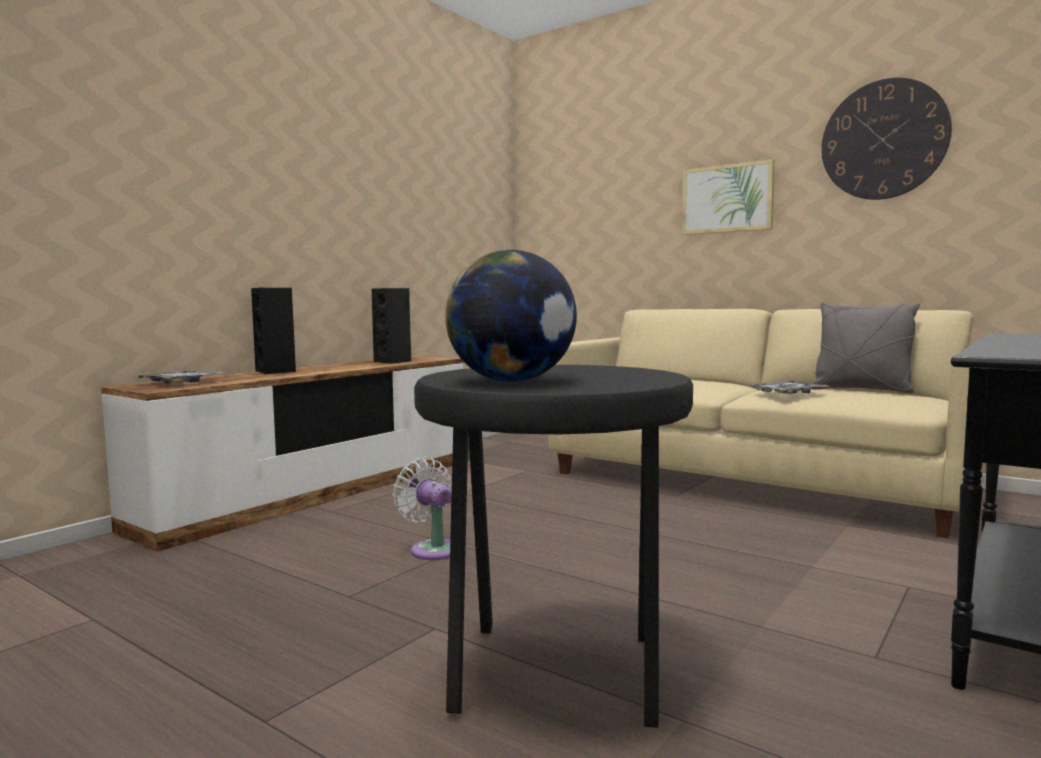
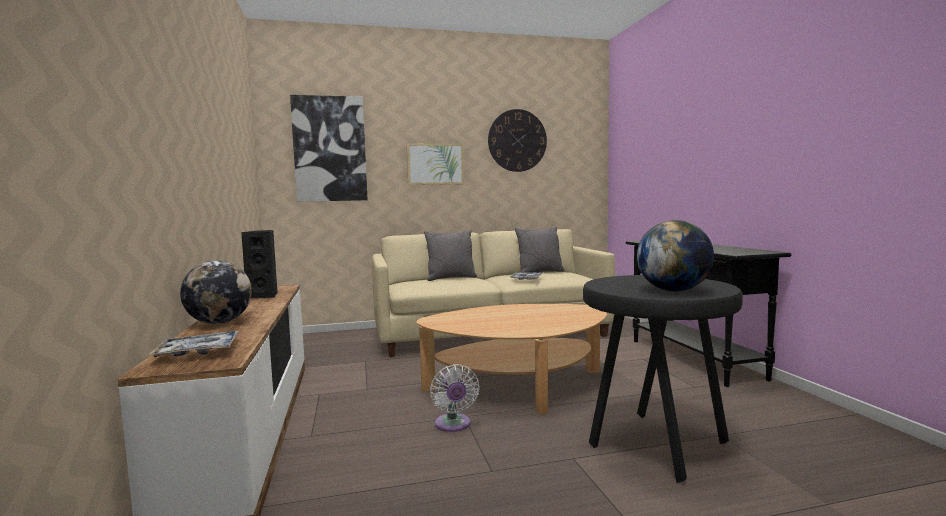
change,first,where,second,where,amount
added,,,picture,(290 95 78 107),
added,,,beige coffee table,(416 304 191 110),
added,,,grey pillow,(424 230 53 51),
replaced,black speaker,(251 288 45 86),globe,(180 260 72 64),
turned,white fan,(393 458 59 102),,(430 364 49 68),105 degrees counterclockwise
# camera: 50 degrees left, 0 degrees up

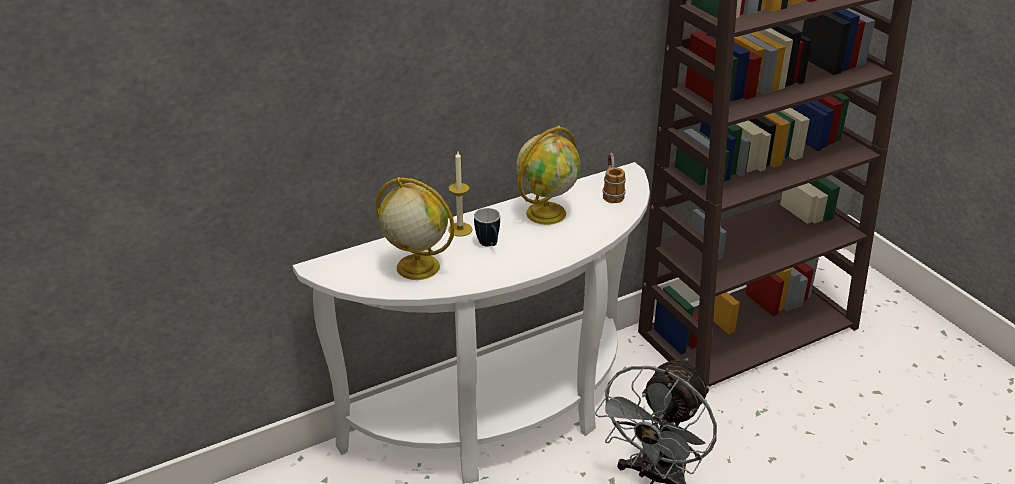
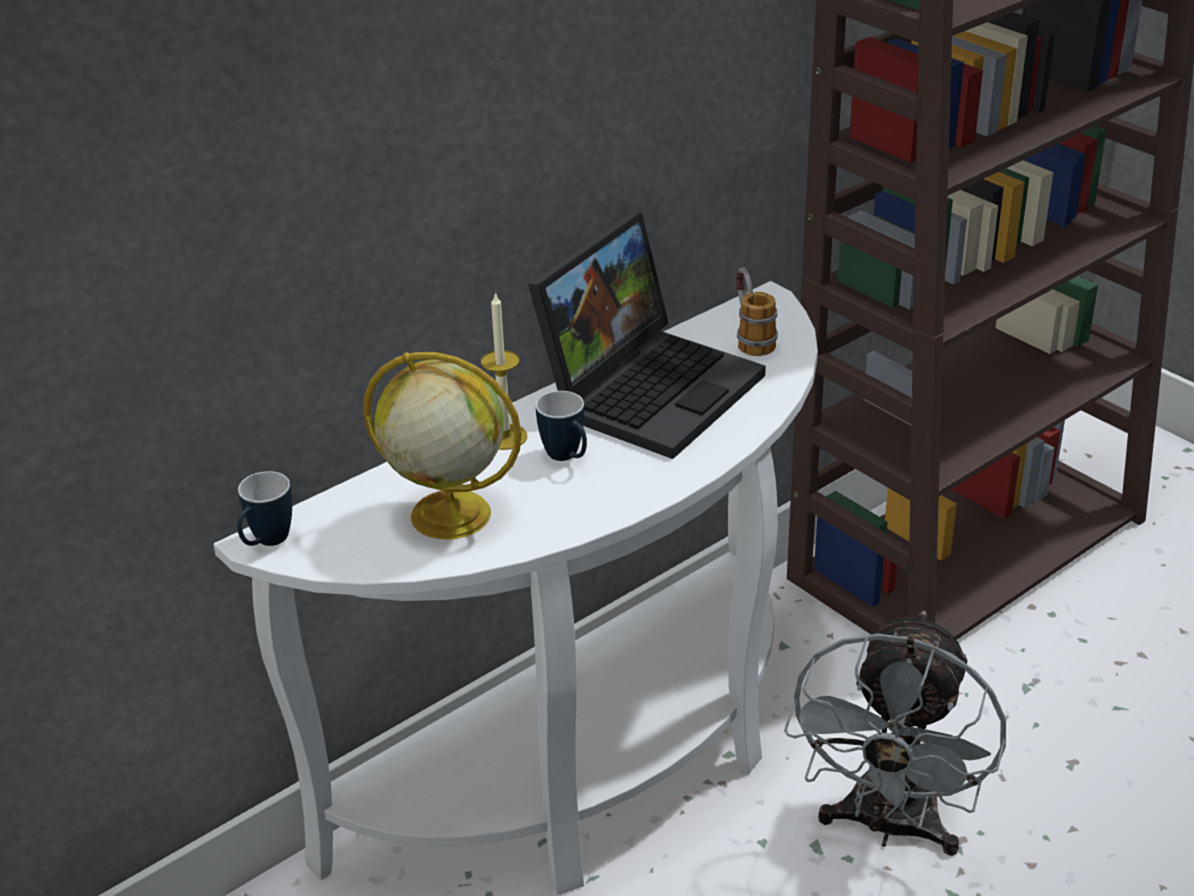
change,first,where,second,where,amount
added,,,mug,(237 471 55 75),
replaced,globe,(516 126 64 99),laptop,(528 213 238 246),
# camera: 10 degrees left, 0 degrees up

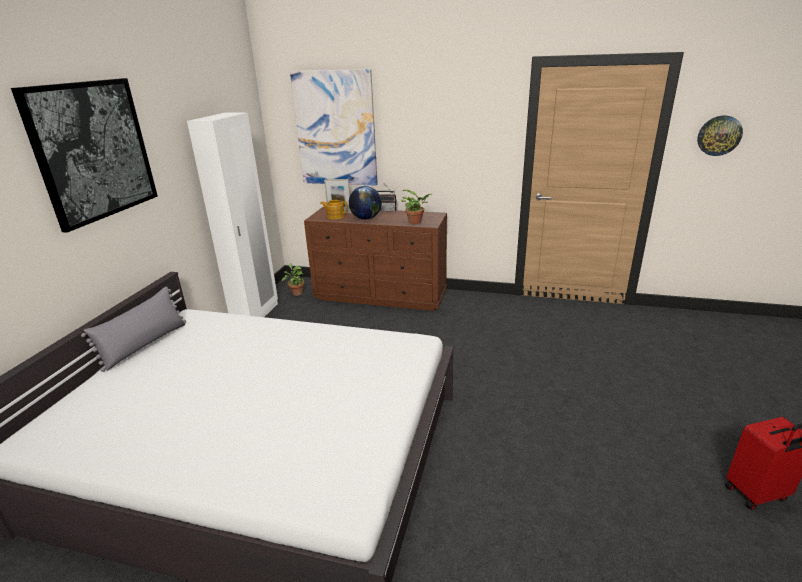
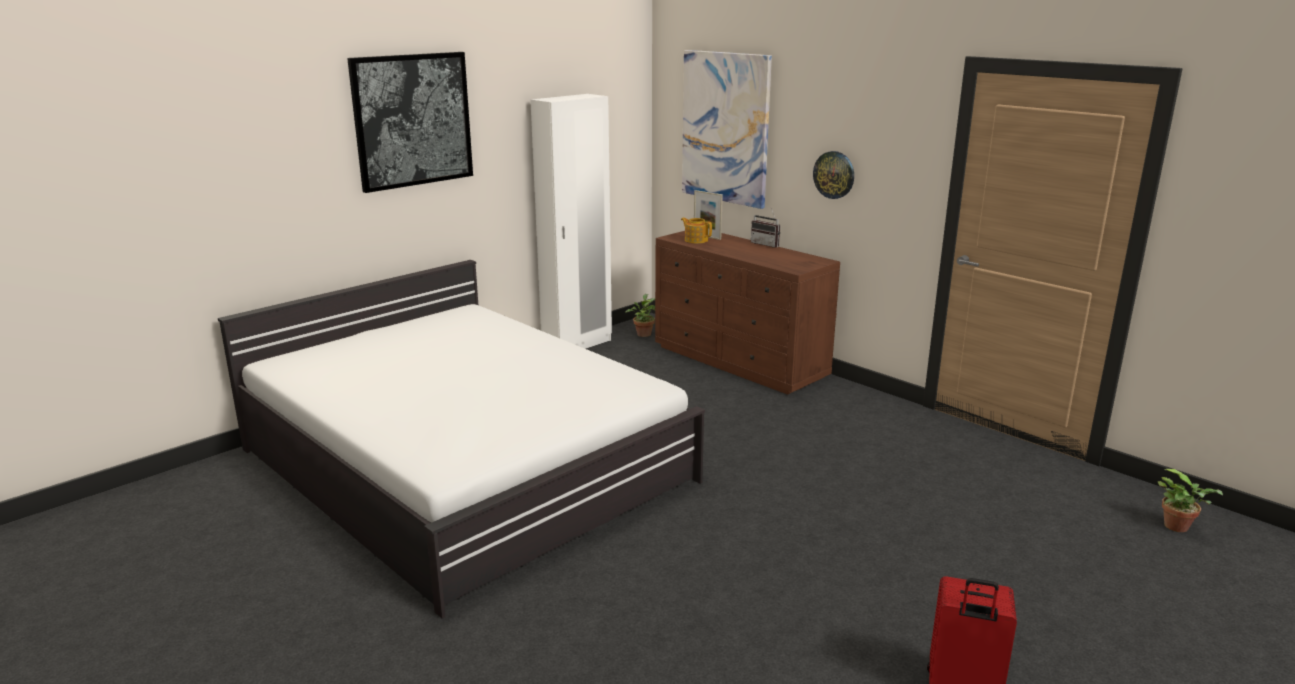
change,first,where,second,where,amount
removed,grey pillow,(81 287 105 85),,,
removed,globe,(349 186 33 33),,,
moved,potted plant,(401 190 31 35),,(1158 469 65 63),
moved,wall clock,(697 116 46 40),,(813 151 41 48),
# camera: 30 degrees right, 5 degrees down

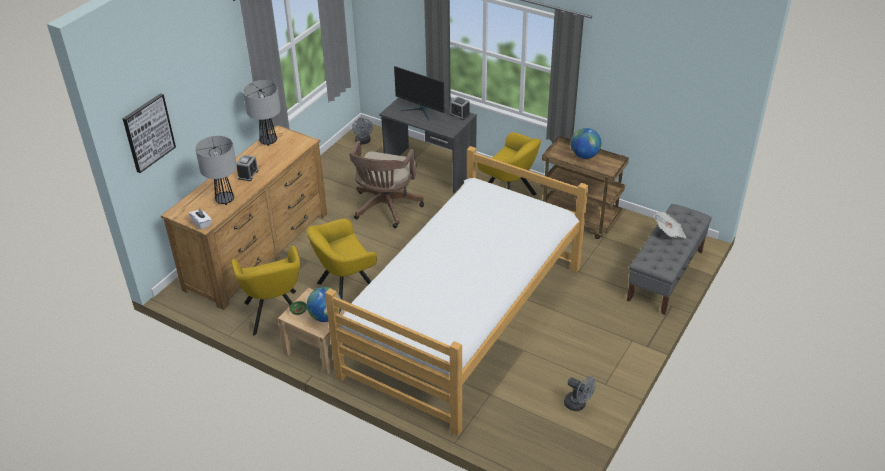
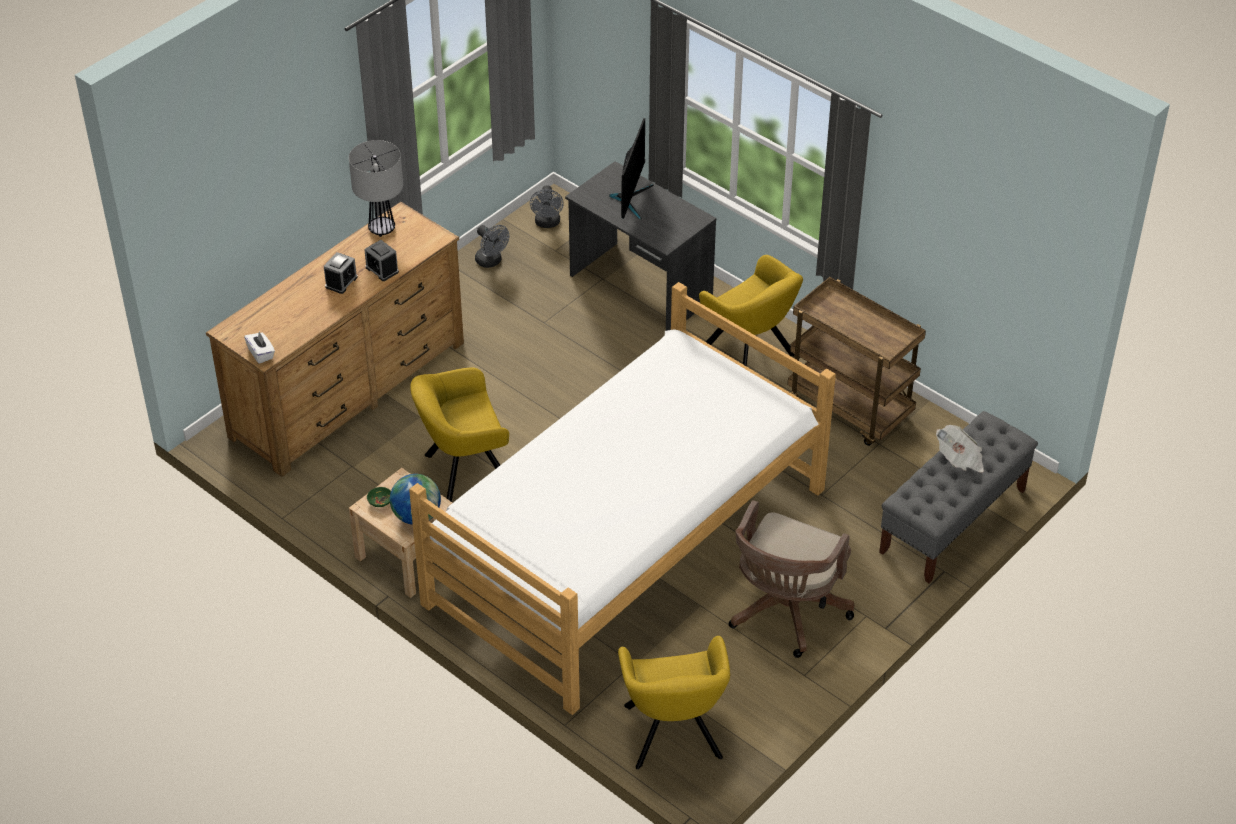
change,first,where,second,where,amount
removed,picture,(123 93 53 80),,,
removed,table lamp,(195 136 42 69),,,
removed,globe,(570 128 31 31),,,
moved,yellow armchair,(231 245 69 90),,(618 636 112 133),
moved,brown office chair,(349 141 75 87),,(729 500 125 158),
moved,alarm clock,(450 96 20 24),,(364 240 35 41),
moved,grey fan,(564 376 32 35),,(475 225 35 43),
turned,monitor,(394 66 50 55),,(609 118 45 101),120 degrees counterclockwise
# camera: 10 degrees right, 5 degrees up

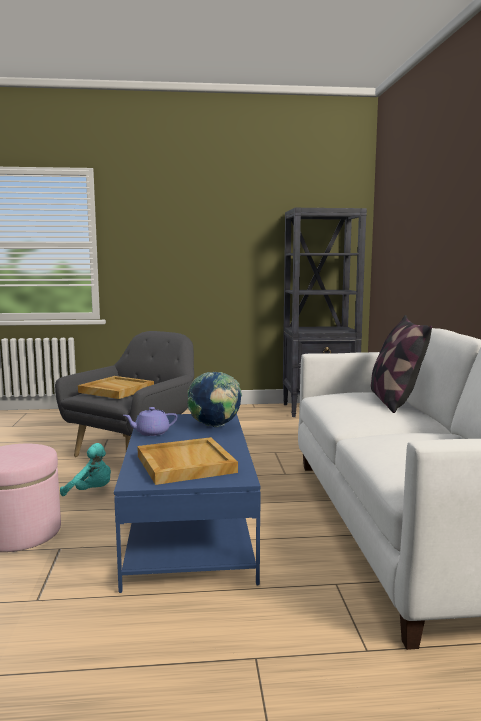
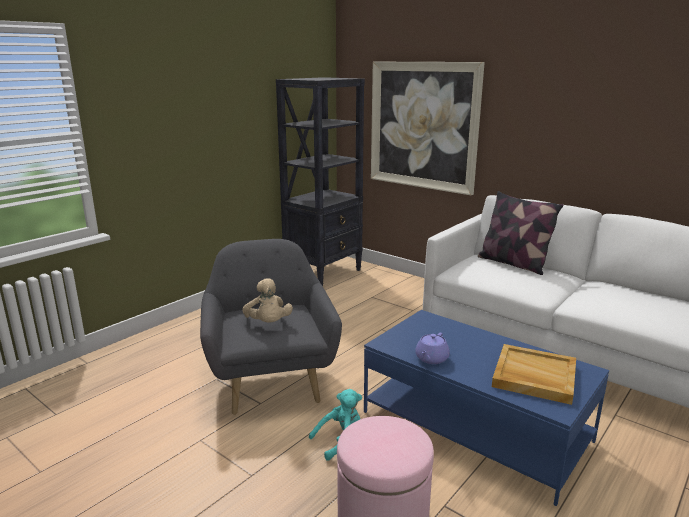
change,first,where,second,where,amount
removed,globe,(187 372 55 55),,,
added,,,picture,(371 62 114 133),
replaced,beige tray,(78 376 76 23),beige plush toy,(242 278 51 45),
# camera: 45 degrees left, 10 degrees up

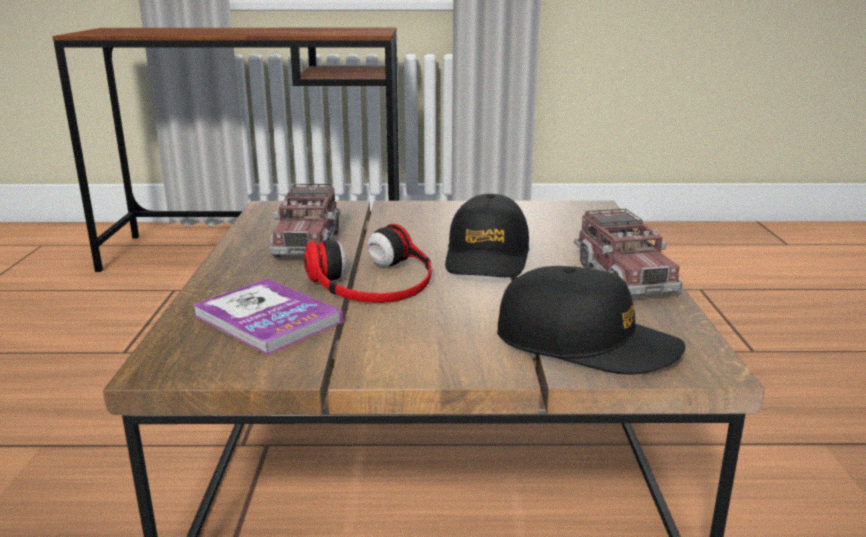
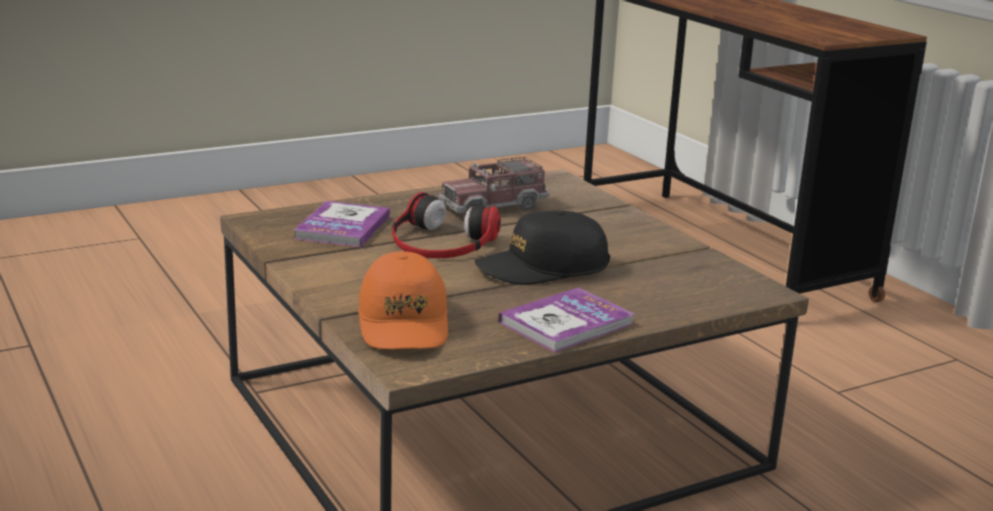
change,first,where,second,where,amount
replaced,toy truck,(574 209 108 86),book,(498 287 136 66),
recoloured,black cap,(497 266 188 108),orange cap,(358 251 90 98),
# camera: 60 degrees right, 0 degrees up

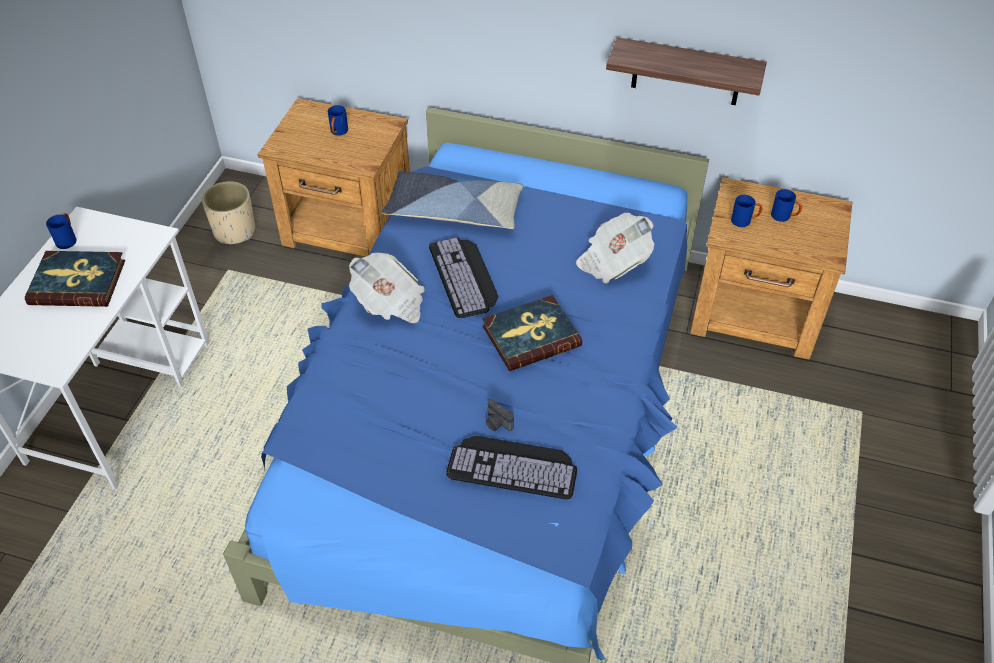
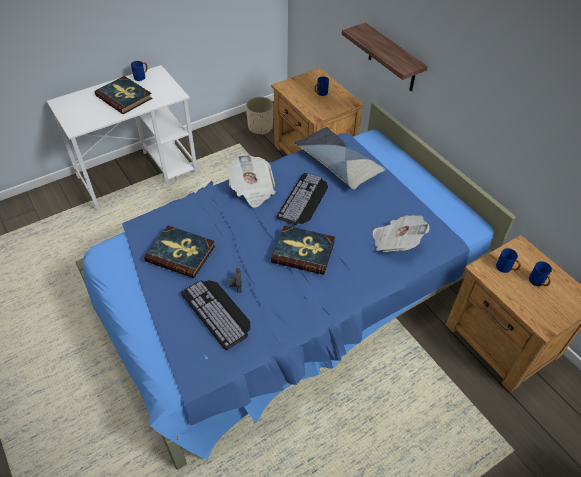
change,first,where,second,where,amount
added,,,book,(144 226 71 52),
moved,shelf,(606 37 161 68),,(342 23 86 68),
# camera: 40 degrees right, 0 degrees up

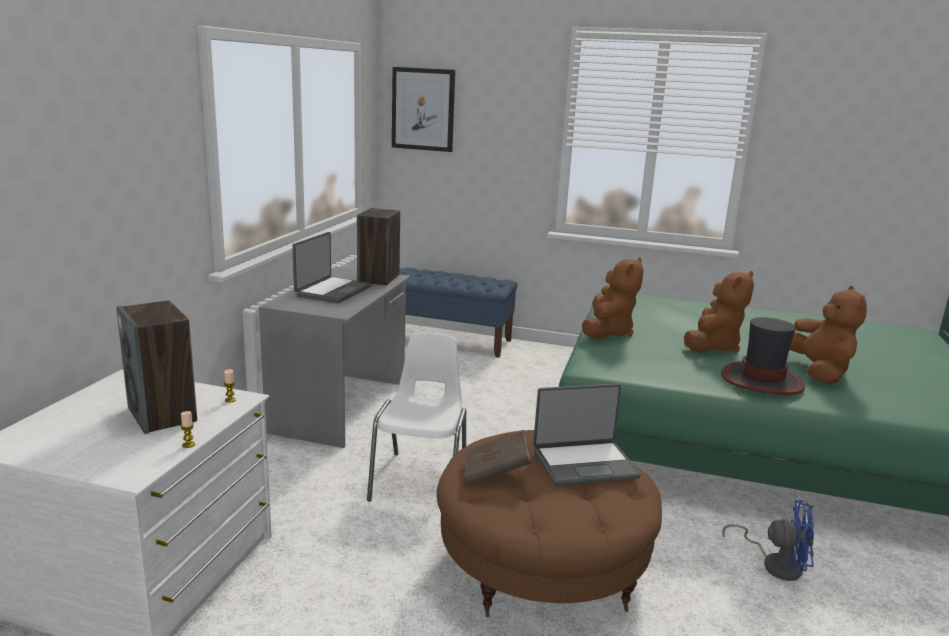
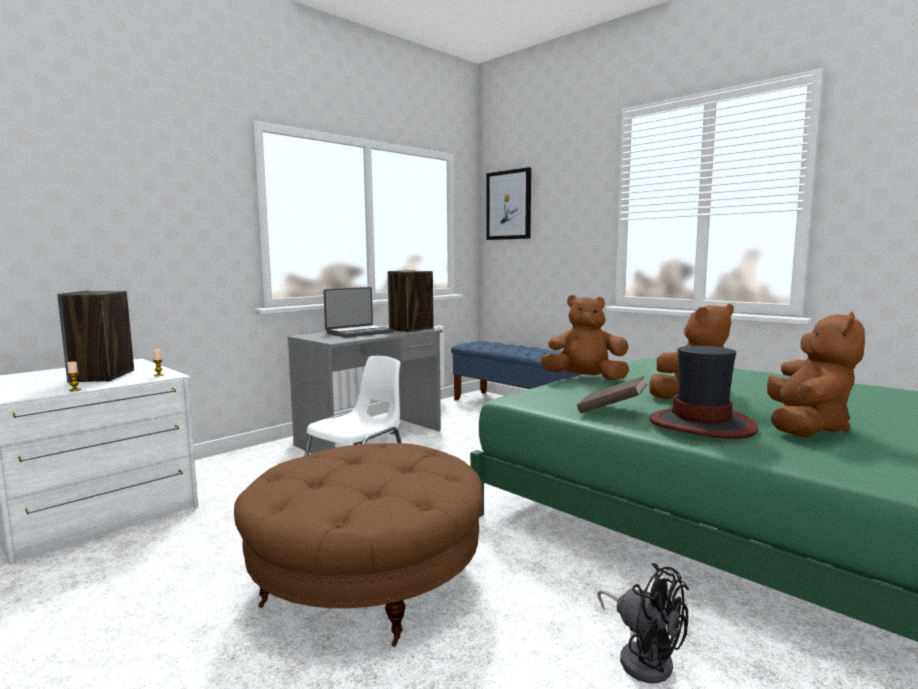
change,first,where,second,where,amount
removed,laptop,(533 384 108 102),,,
moved,brown book,(464 430 67 55),,(577 376 71 38),
recoloured,blue fan,(722 500 92 81),black fan,(598 563 91 120),
turned,brown plush toy,(582 257 62 82),,(540 295 89 86),135 degrees counterclockwise
# camera: 30 degrees right, 10 degrees down

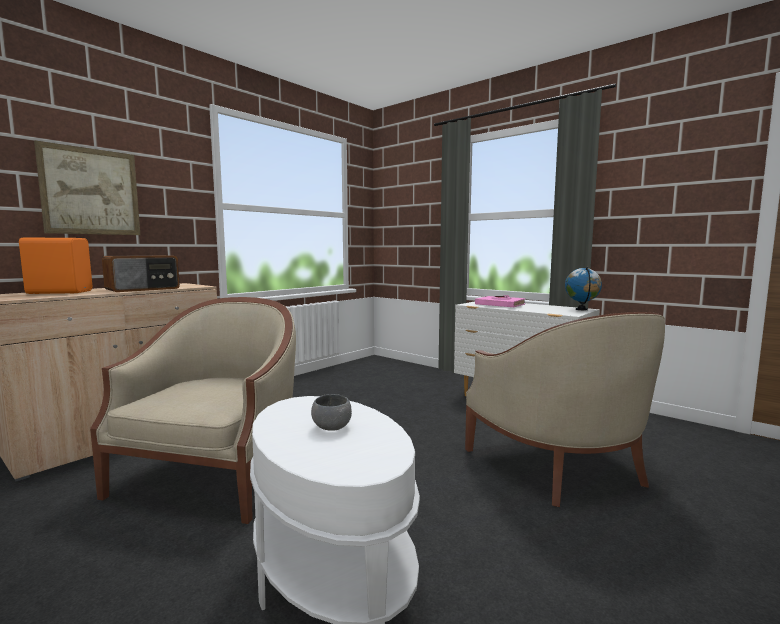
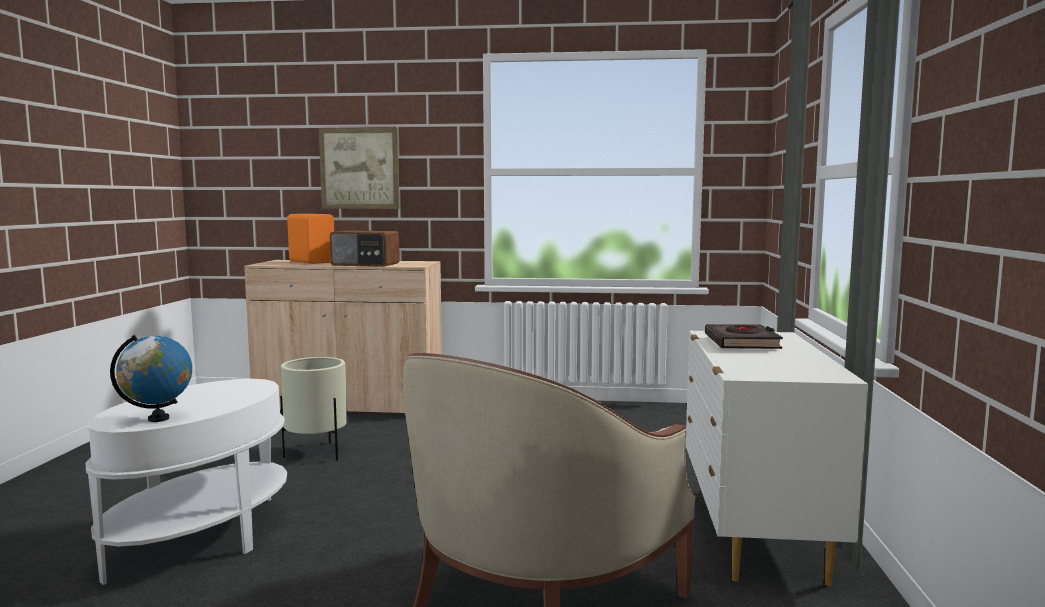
change,first,where,second,where,amount
removed,grey bowl,(311 394 41 37),,,
moved,globe,(565 267 37 43),,(110 335 82 87),
replaced,beige armchair,(90 297 206 227),beige planter,(280 357 67 104),
recoloured,pink book,(475 295 51 12),black book,(705 324 78 25),
# camera: 55 degrees right, 0 degrees up

